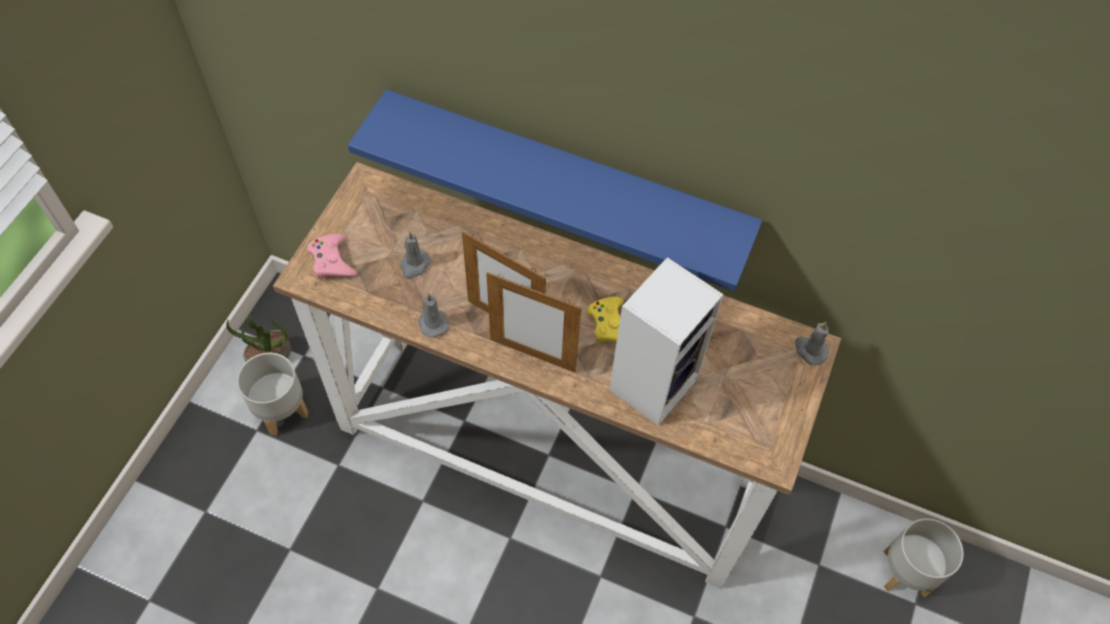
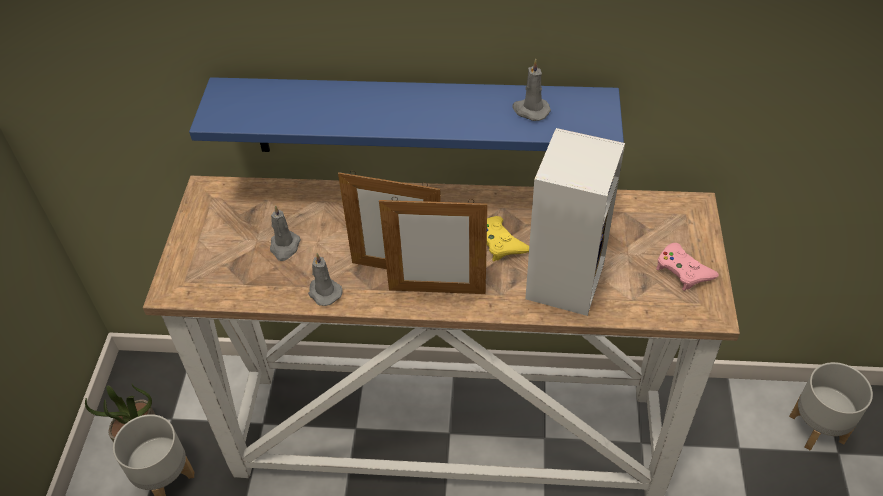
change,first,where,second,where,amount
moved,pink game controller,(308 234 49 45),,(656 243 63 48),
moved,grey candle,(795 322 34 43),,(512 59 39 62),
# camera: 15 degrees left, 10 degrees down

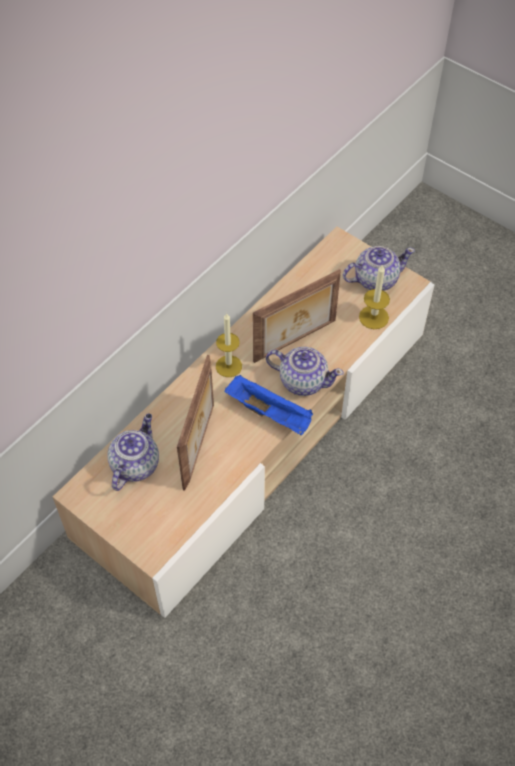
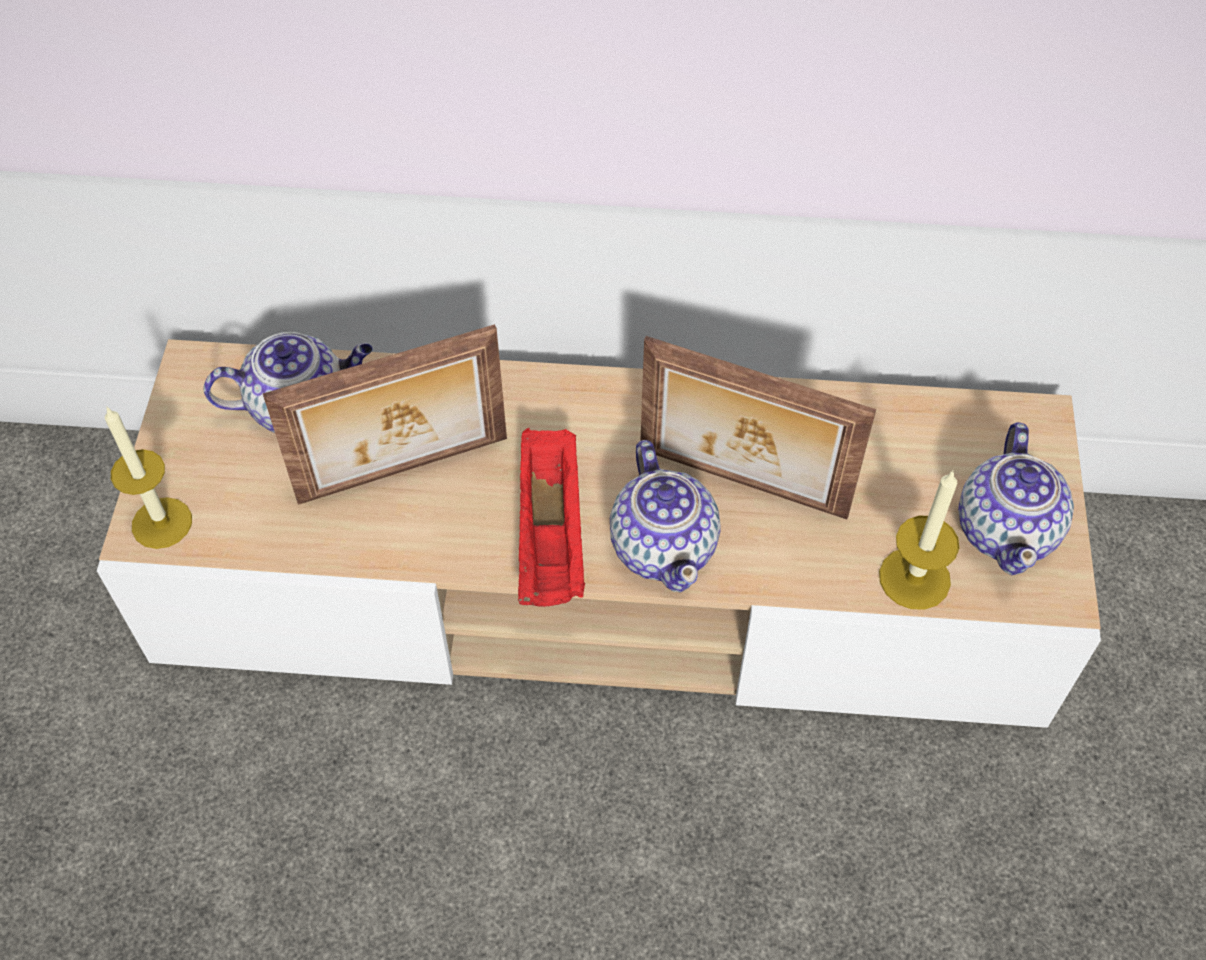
change,first,where,second,where,amount
moved,candle,(216 314 26 63),,(105 407 87 142),
recoloured,blue tray,(225 375 88 60),red tray,(518 428 67 179),
turned,teapot,(343 246 72 45),,(958 422 116 153),60 degrees clockwise
# camera: 55 degrees right, 0 degrees up

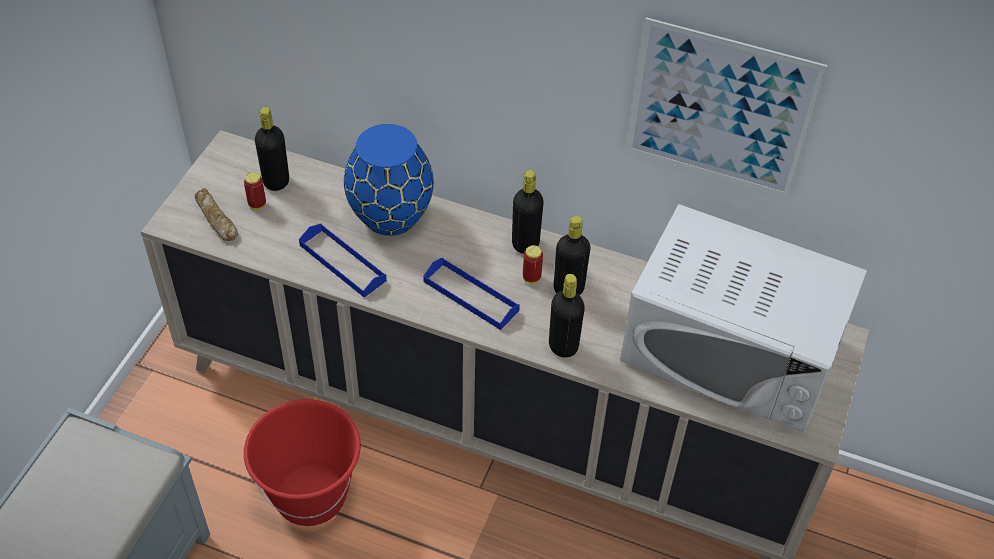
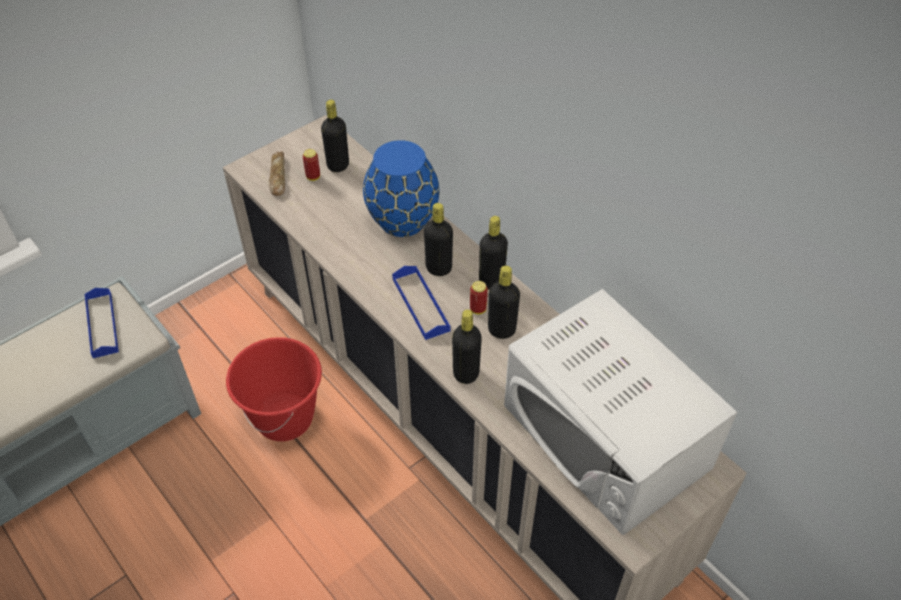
change,first,where,second,where,amount
removed,picture,(626 17 202 180),,,
added,,,black bottle,(424 203 29 73),
moved,blue tray,(299 224 88 74),,(84 288 35 70),
# camera: 30 degrees right, 0 degrees up

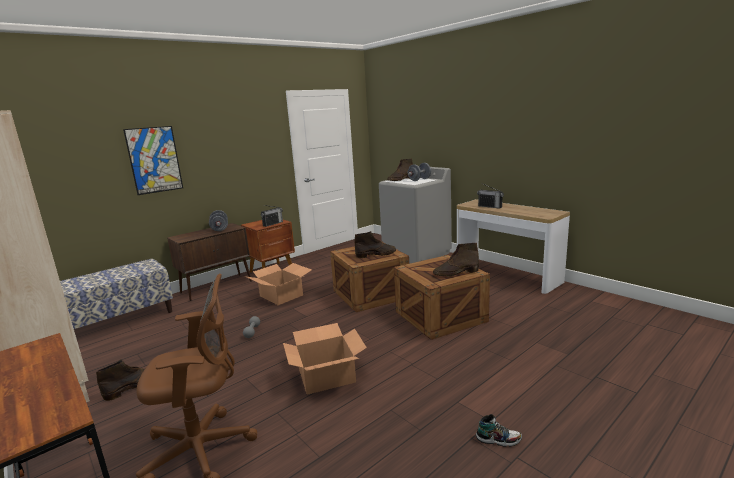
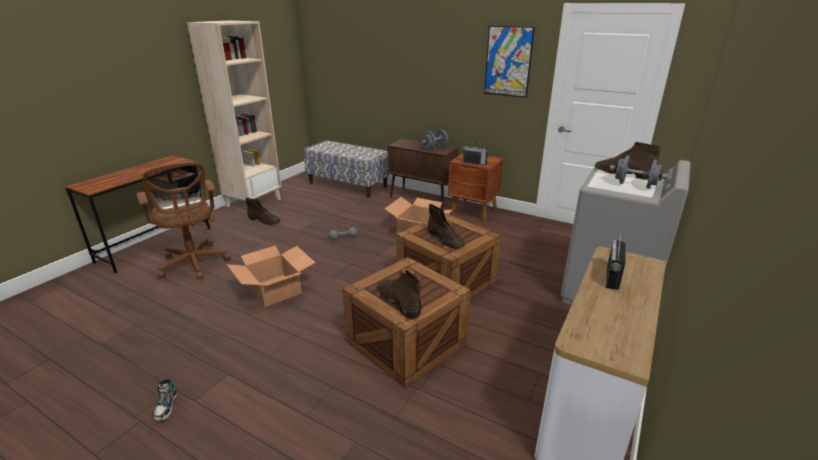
change,first,where,second,where,amount
moved,picture,(123 126 60 69),,(484 26 51 72),
# camera: 70 degrees right, 10 degrees up

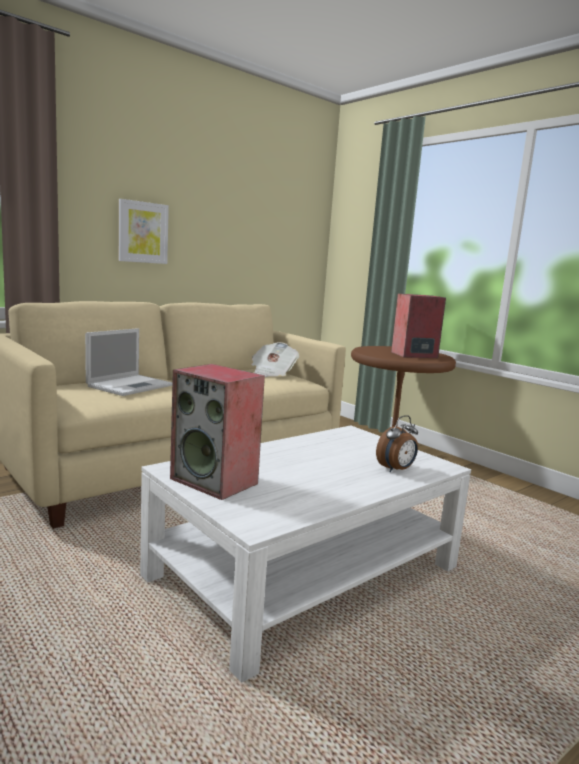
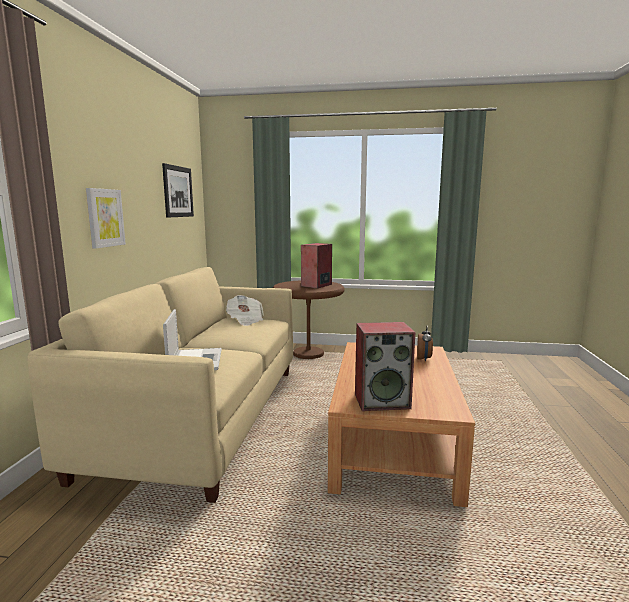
change,first,where,second,where,amount
added,,,picture,(162 163 32 55),
recoloured,white coffee table,(140 425 331 258),brown coffee table,(328 342 147 165),
# camera: 40 degrees left, 0 degrees up

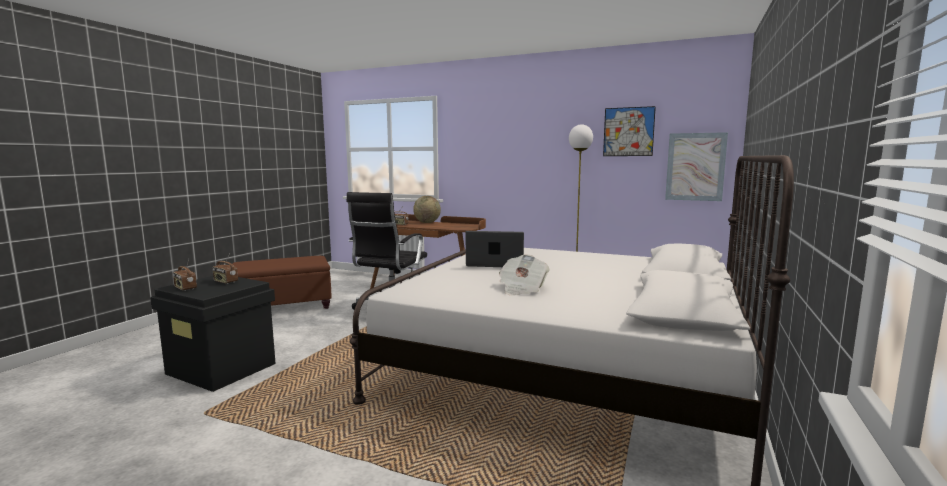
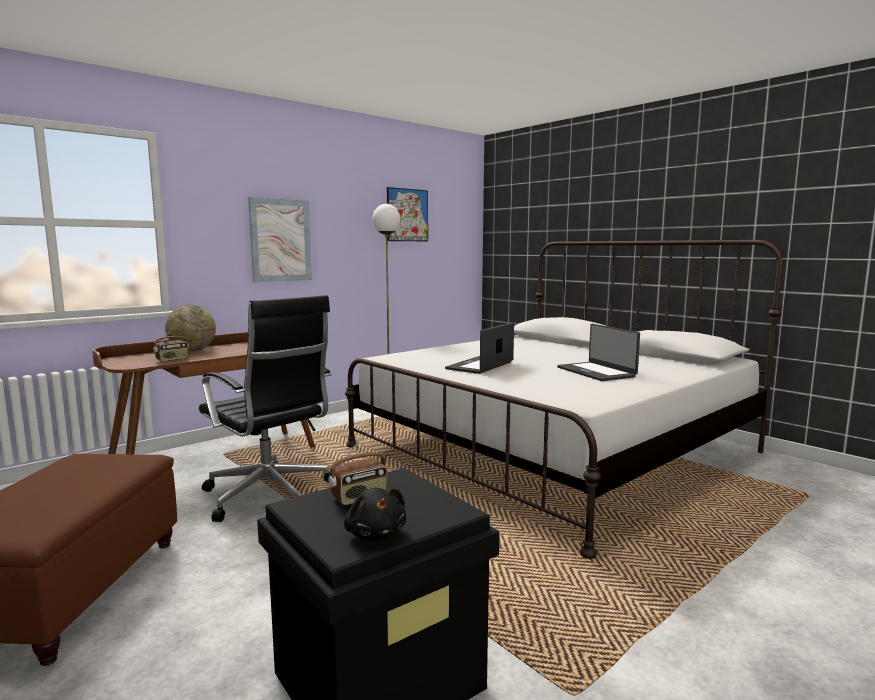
change,first,where,second,where,amount
moved,picture,(665 132 63 69),,(248 197 64 85),
replaced,radio,(173 259 24 32),black plush toy,(344 488 62 52),
replaced,newspaper,(499 254 50 41),laptop,(557 324 83 57),
# camera: 65 degrees left, 0 degrees up

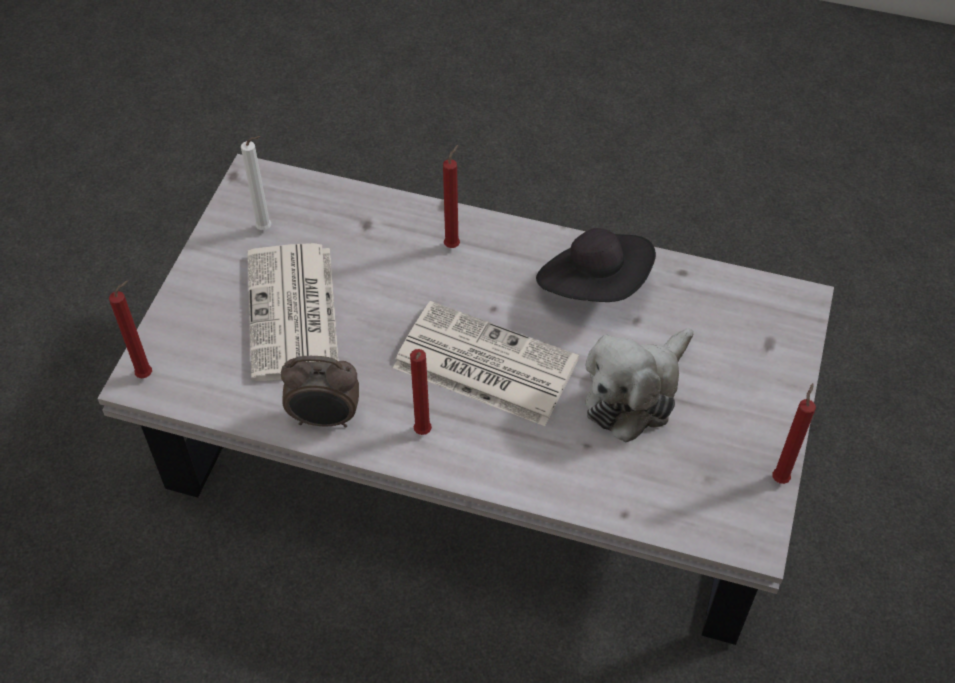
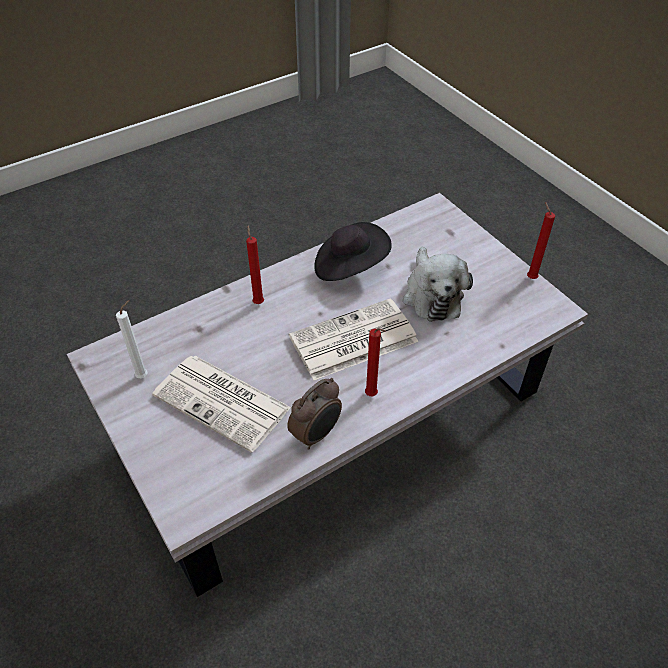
change,first,where,second,where,amount
removed,red candle,(109 280 43 98),,,
# camera: 50 degrees left, 5 degrees down

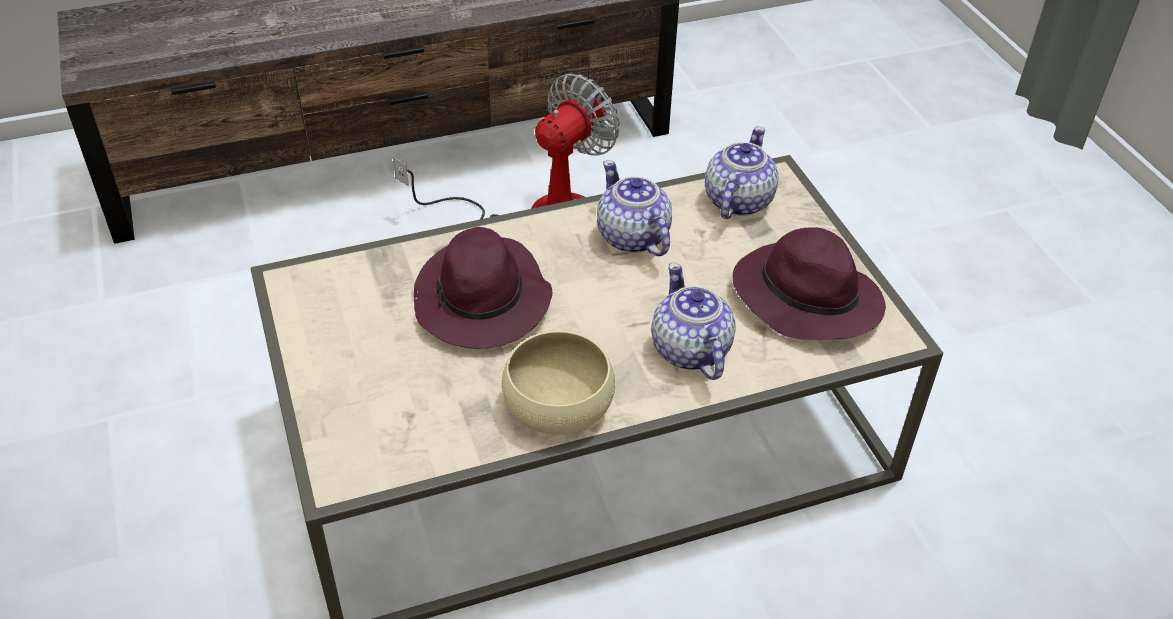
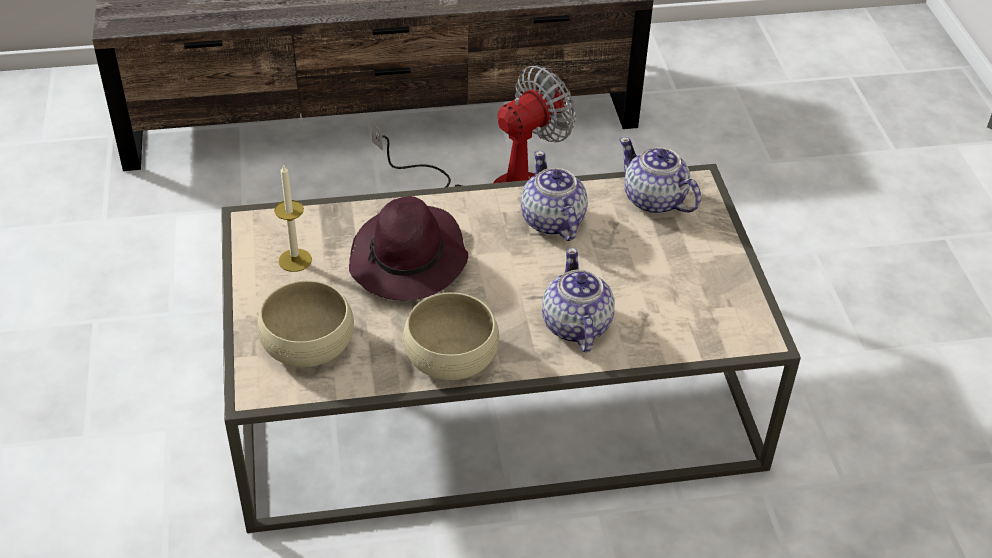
change,first,where,second,where,amount
removed,purple hat,(733 227 153 113),,,
added,,,beige bowl,(257 280 97 87),
added,,,candle,(274 163 38 109),
turned,teapot,(705 126 74 93),,(619 137 82 77),75 degrees counterclockwise
# camera: 10 degrees right, 0 degrees up

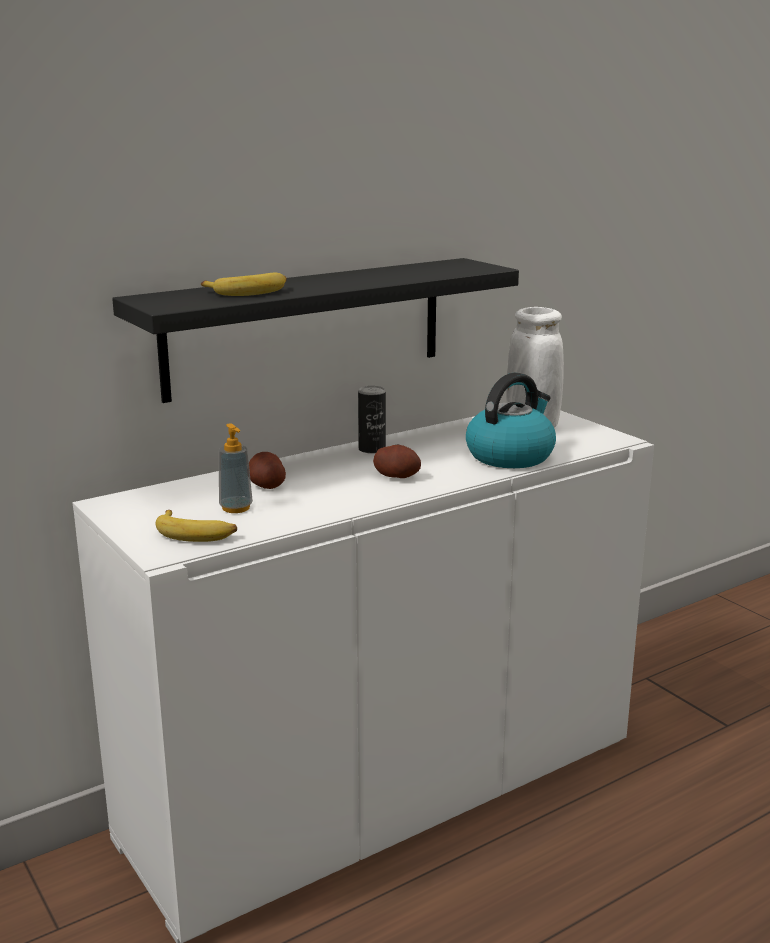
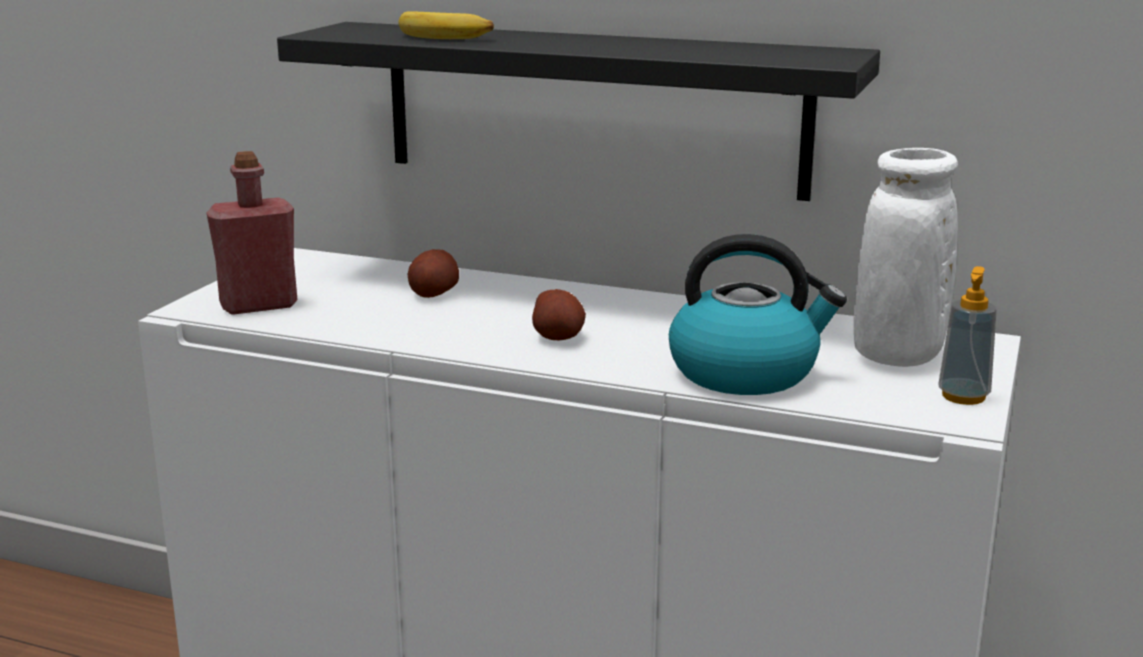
change,first,where,second,where,amount
removed,can,(358 386 28 68),,,
moved,soap dispenser,(219 423 34 90),,(938 266 59 139),
replaced,banana,(155 510 82 32),red bottle,(207 151 90 164),
# camera: 55 degrees right, 0 degrees up

